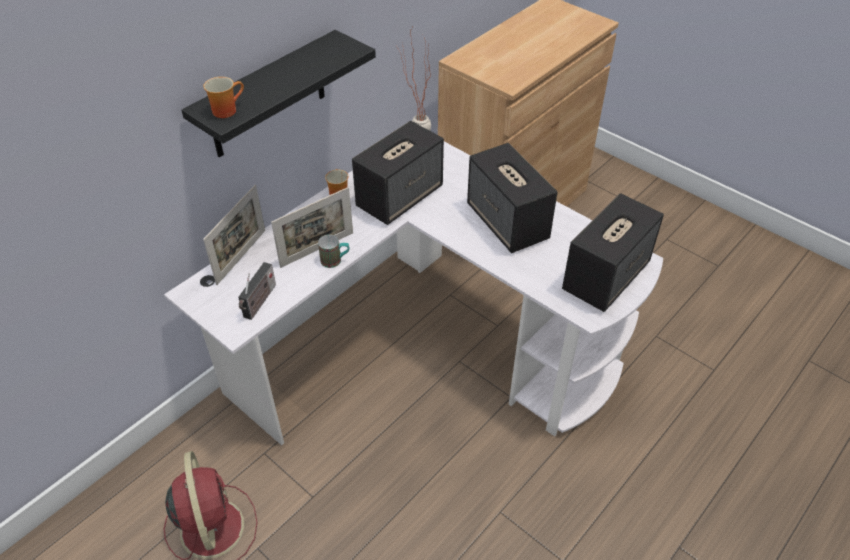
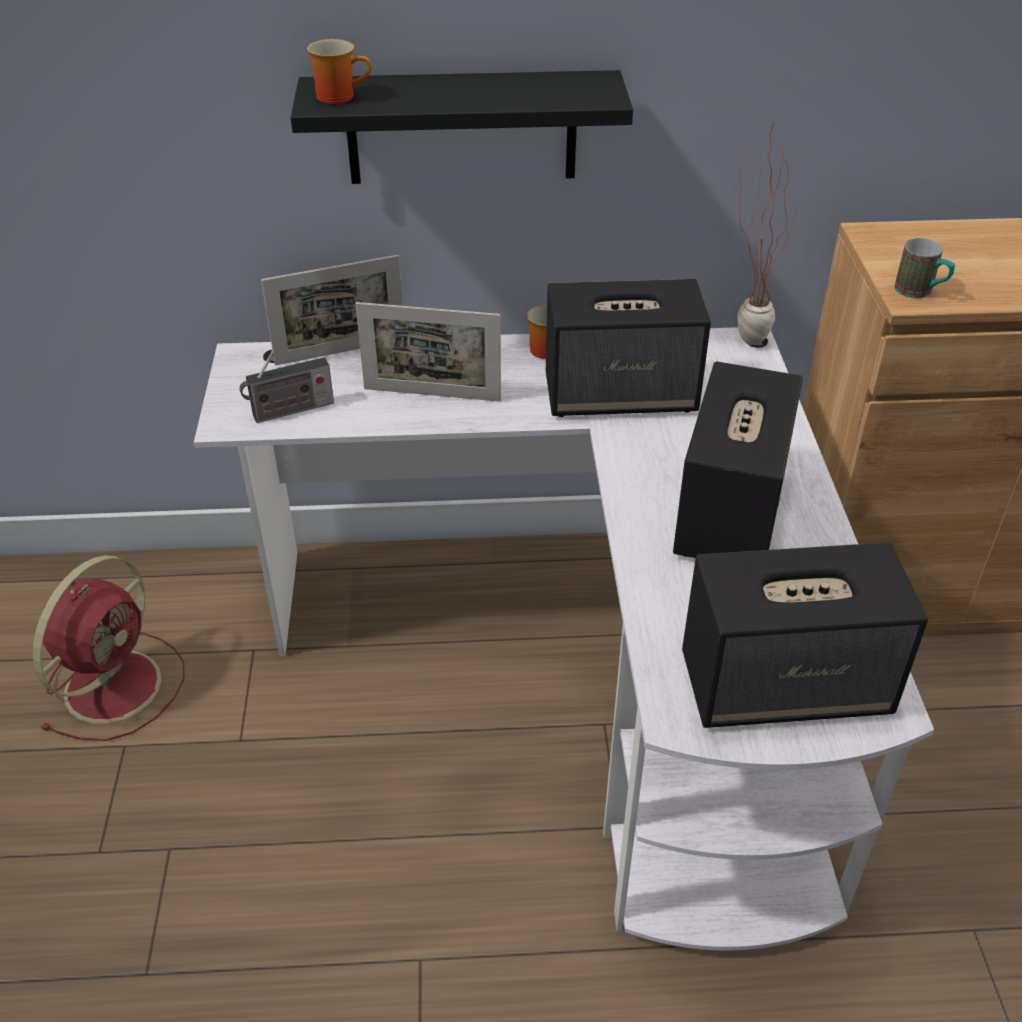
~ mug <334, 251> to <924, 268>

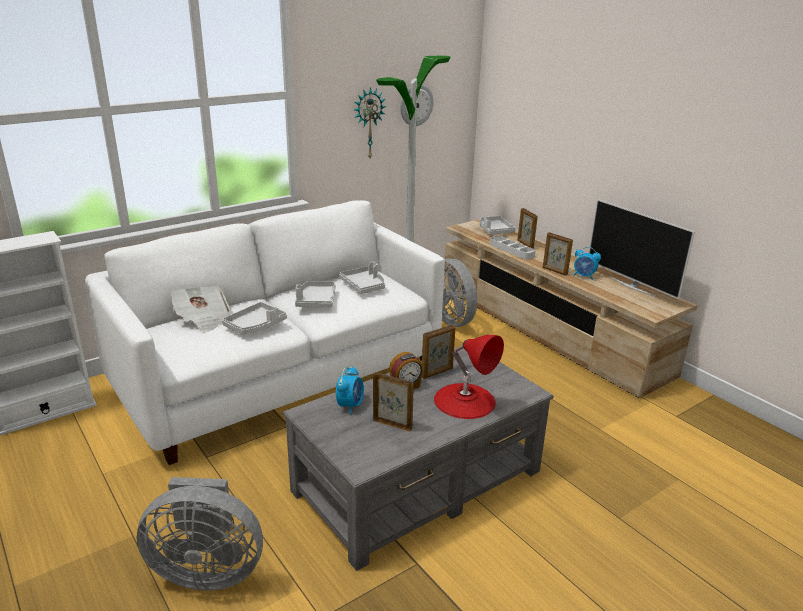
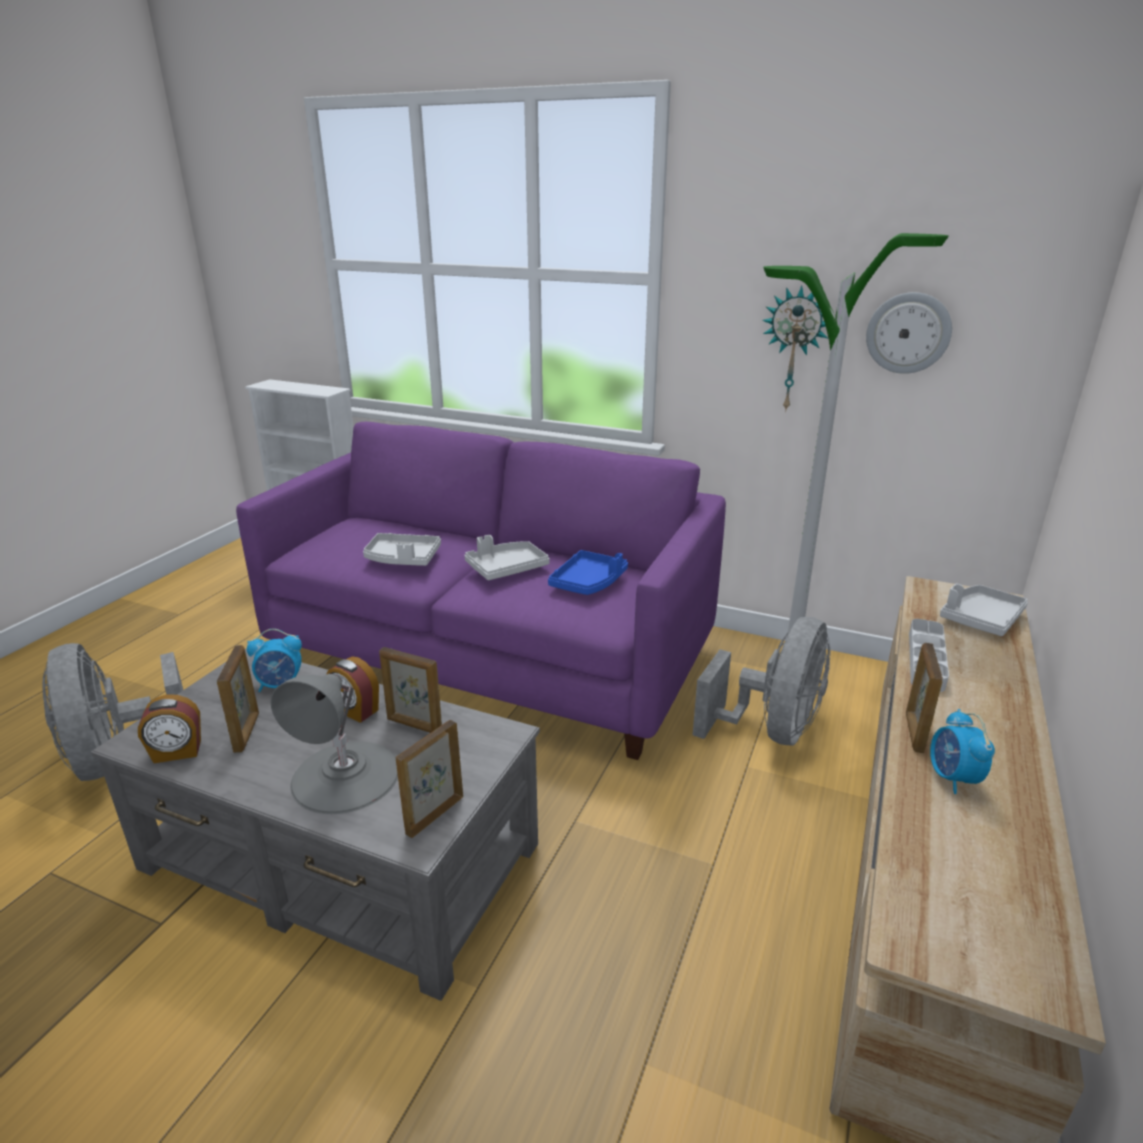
- television <642, 249>
~ white_sofa <265, 332> to purple_sofa <481, 591>
~ picture_frame <527, 228> to <429, 779>
~ grey_tray <362, 278> to blue_tray <588, 572>
- newspaper <200, 309>
~ red_table_lamp <469, 377> to grey_table_lamp <334, 744>
+ alarm_clock <169, 729>

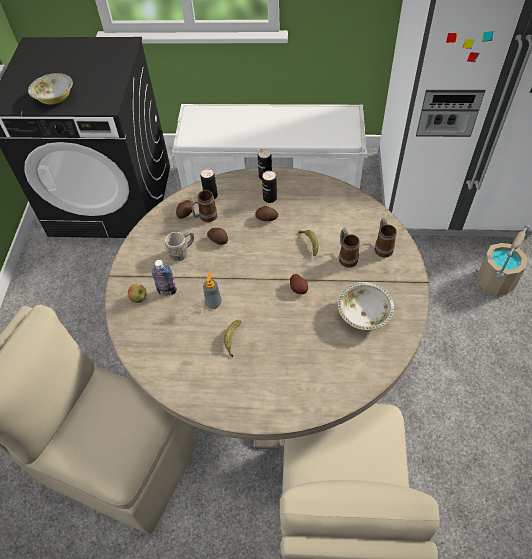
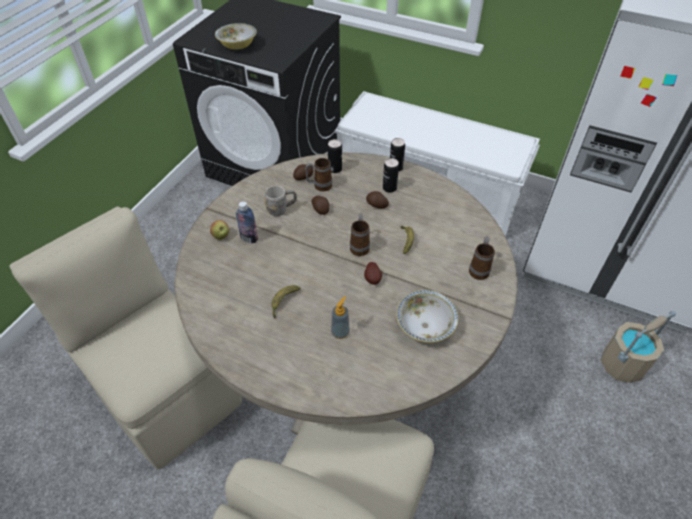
~ mug <349, 248> to <360, 235>
~ soap_dispenser <212, 290> to <340, 317>

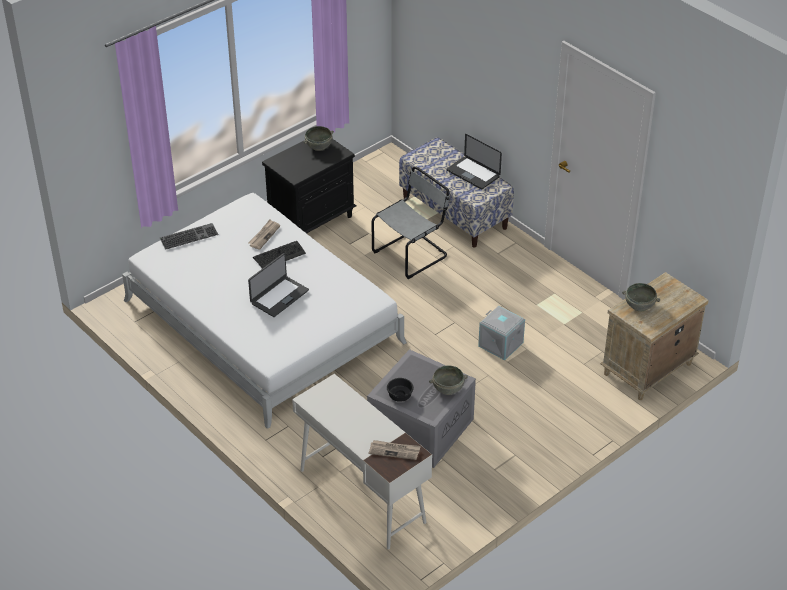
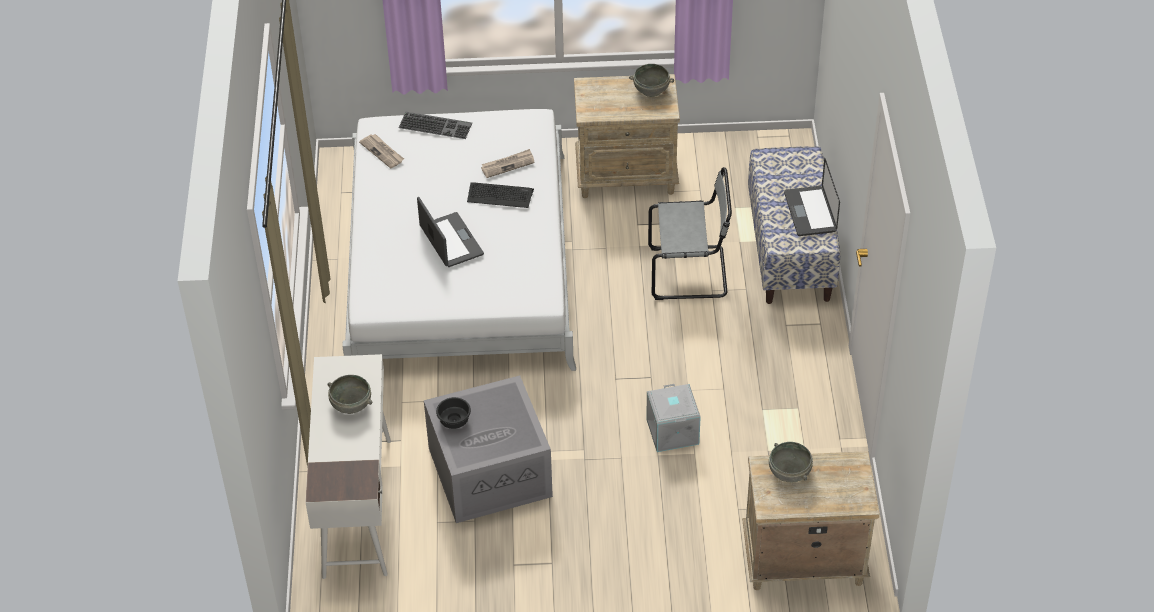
~ black_nightstand <309, 186> to beige_nightstand <627, 136>
~ laptop <278, 285> = <450, 232> 105 degrees counterclockwise
~ grey_bowl <448, 380> to <350, 394>
~ newspaper <395, 450> to <381, 151>

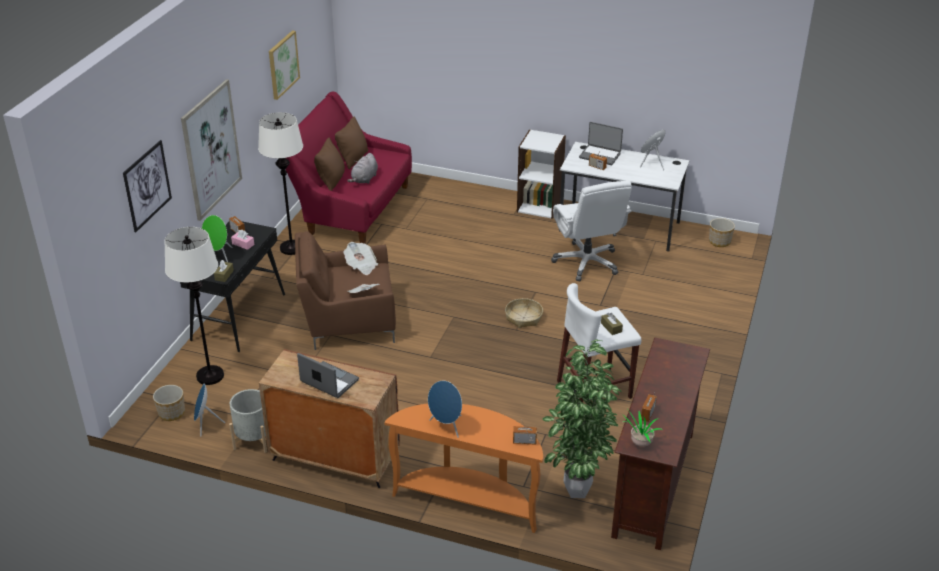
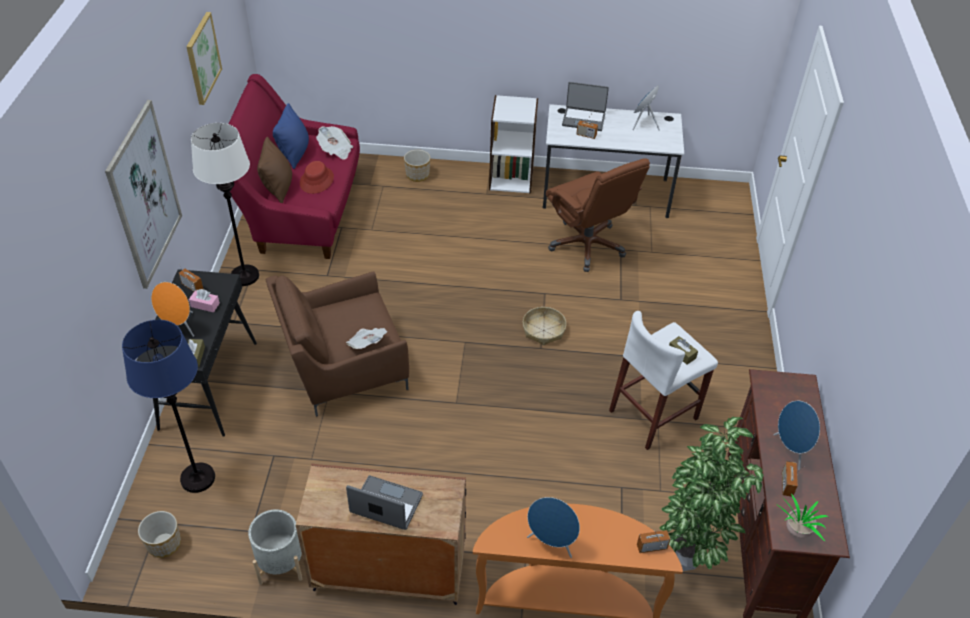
~ brown_pillow <351, 143> to blue_pillow <291, 136>
- picture <147, 186>
~ grey_plush_toy <362, 168> to red_hat <317, 177>
~ white_office_chair <591, 231> to brown_office_chair <598, 215>
~ green_speaker <217, 238> to orange_speaker <172, 309>
~ planter <722, 232> to <417, 166>
~ white_floor_lamp <194, 306> to blue_floor_lamp <168, 406>
~ newspaper <360, 258> to <334, 143>
~ blue_speaker <209, 410> to <797, 435>

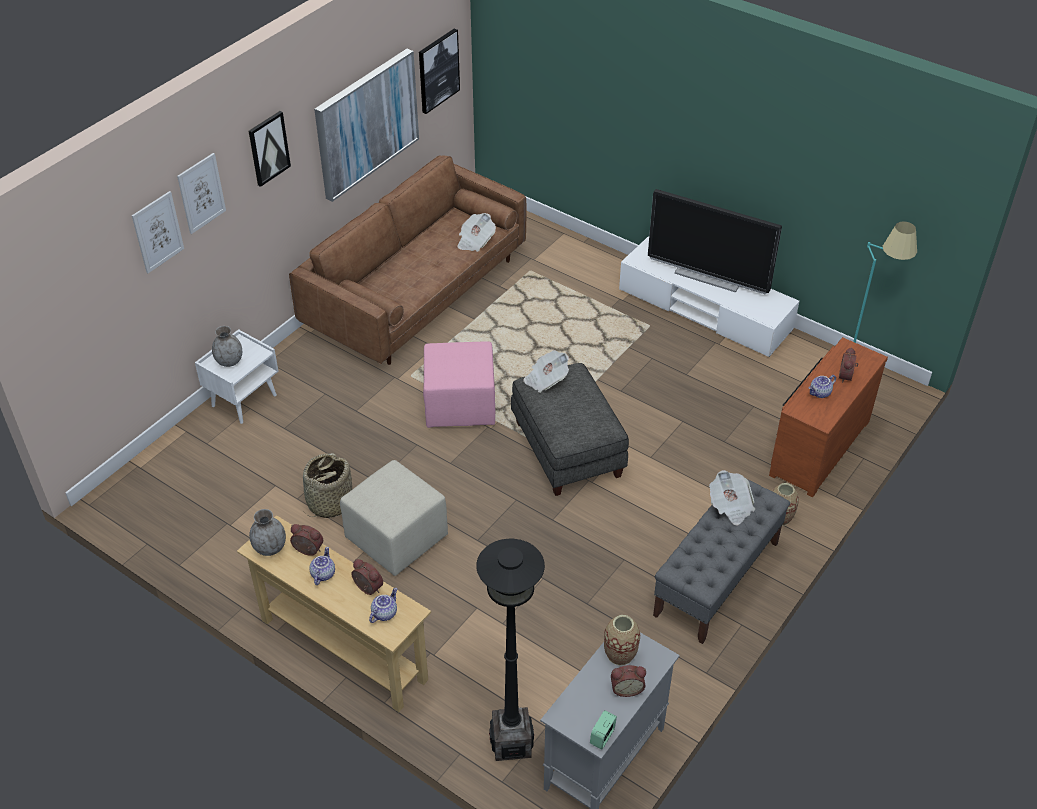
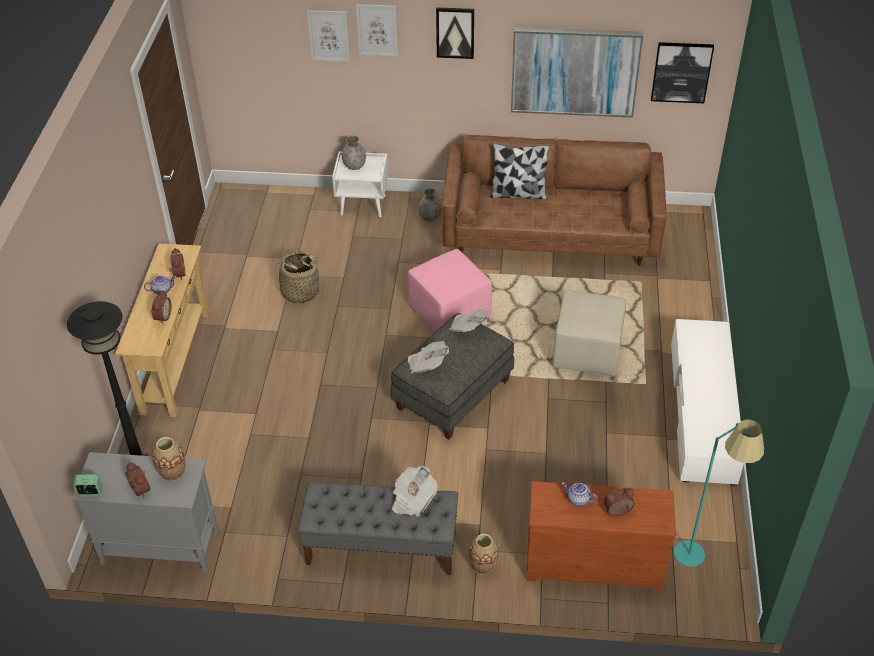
- television <715, 241>
~ newspaper <476, 232> to <428, 357>
~ beige_ottoman <394, 518> to <589, 333>
~ grey_vase <267, 532> to <430, 205>
- teapot <383, 605>
+ pillow <520, 171>

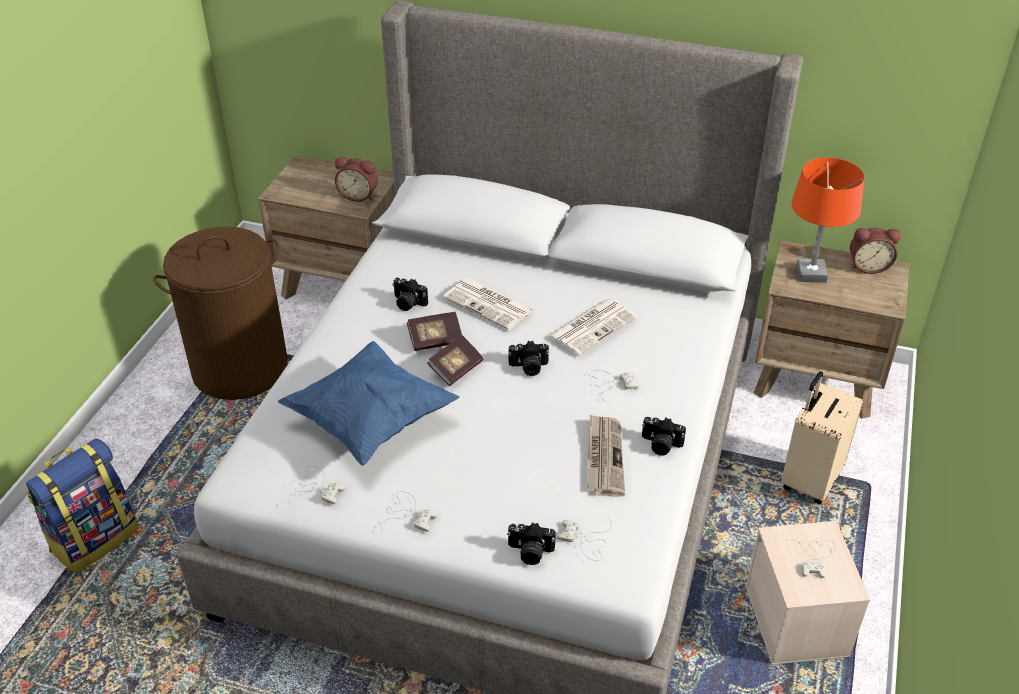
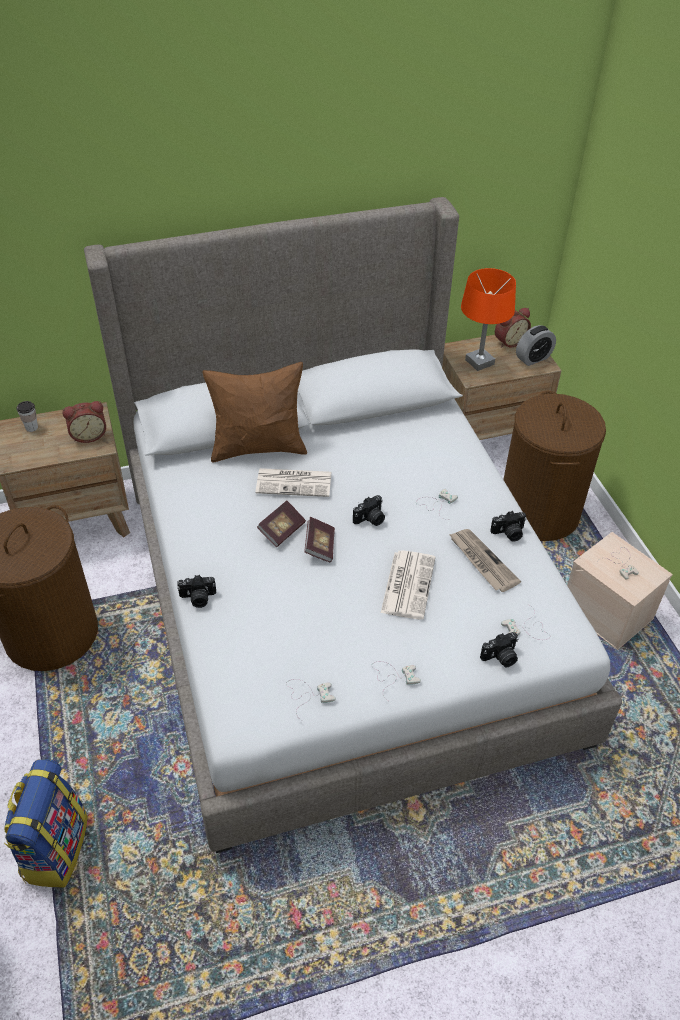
~ photo_camera <410, 294> to <196, 591>
~ newspaper <592, 327> to <408, 585>
- blue_pillow <368, 403>
~ beige_suitcase <822, 437> to brown_laundry_basket <554, 466>
+ alarm_clock <536, 345>
+ brown_pillow <255, 412>
+ cup <27, 416>

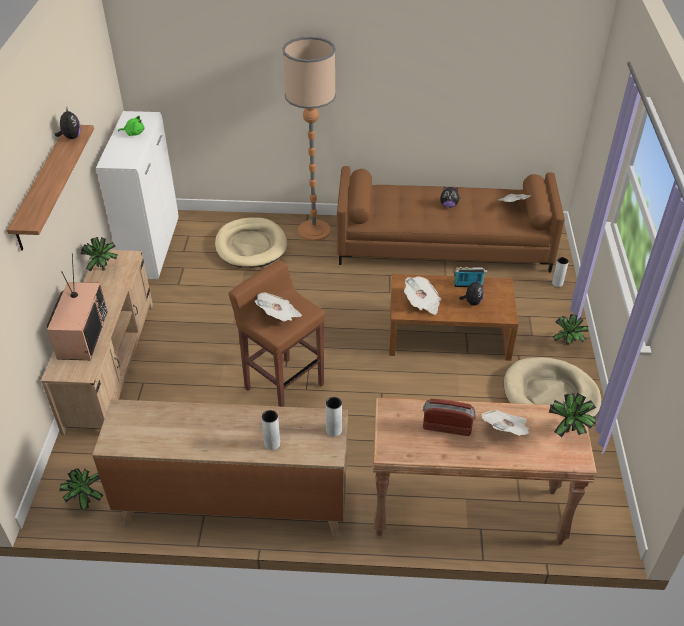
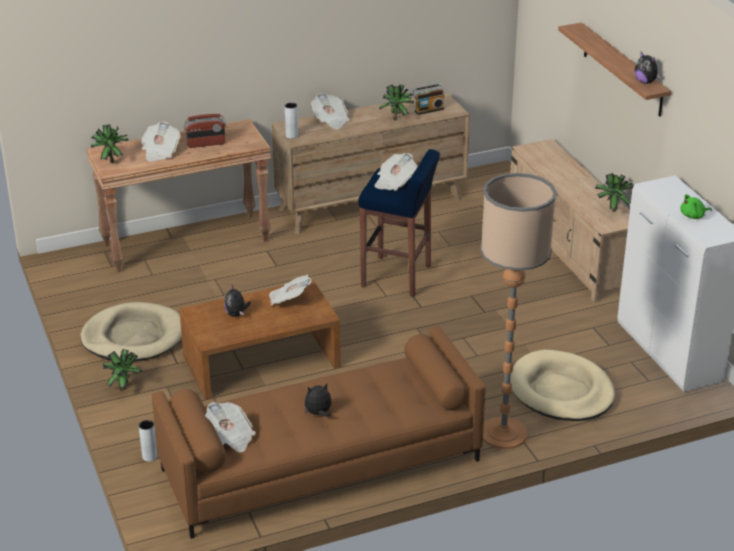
- television <77, 306>
~ brown_stool <276, 334> to blue_stool <399, 223>
~ radio <470, 277> to <429, 99>
~ grey_vase <271, 430> to newspaper <330, 111>
~ potted_plant <81, 489> to <396, 102>

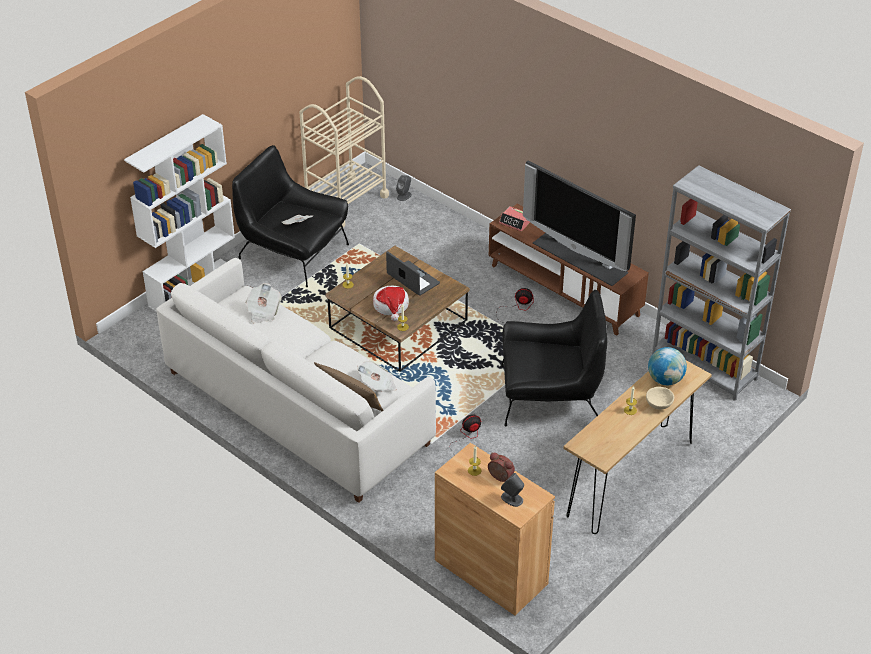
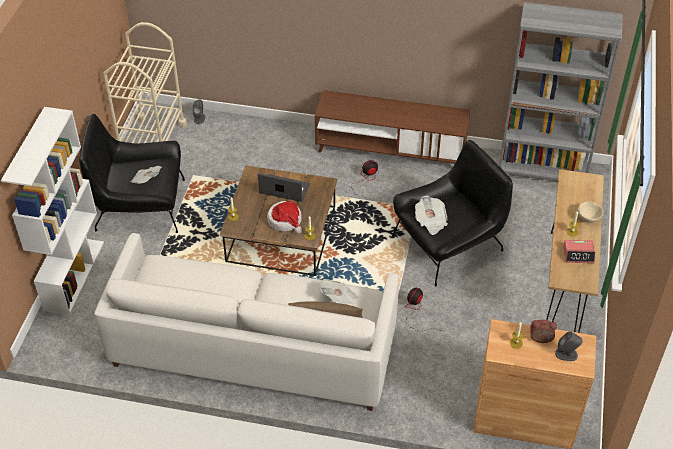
- television <579, 223>
~ alarm_clock <514, 219> to <579, 251>
~ newspaper <264, 303> to <431, 215>
- globe <667, 366>

